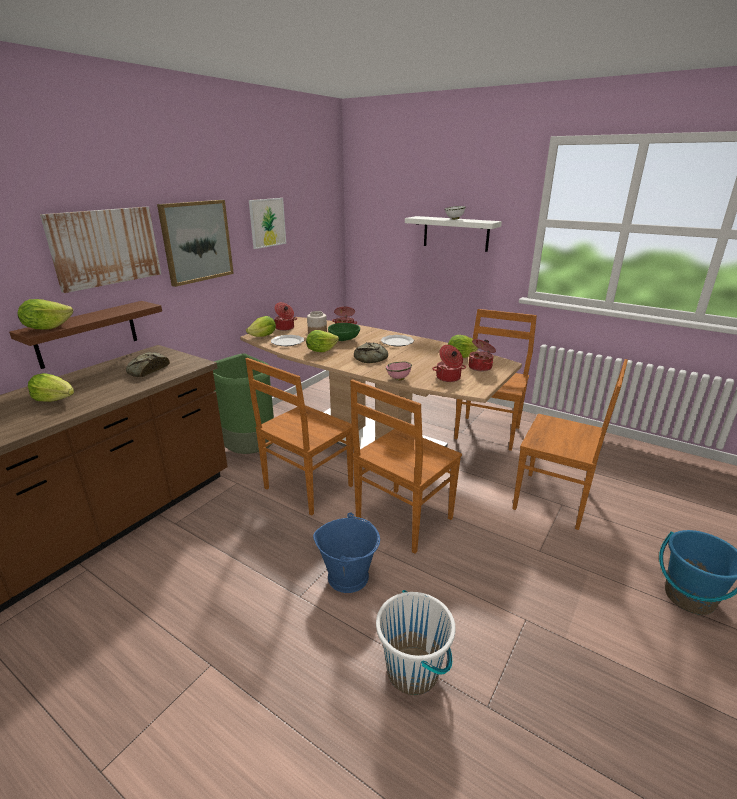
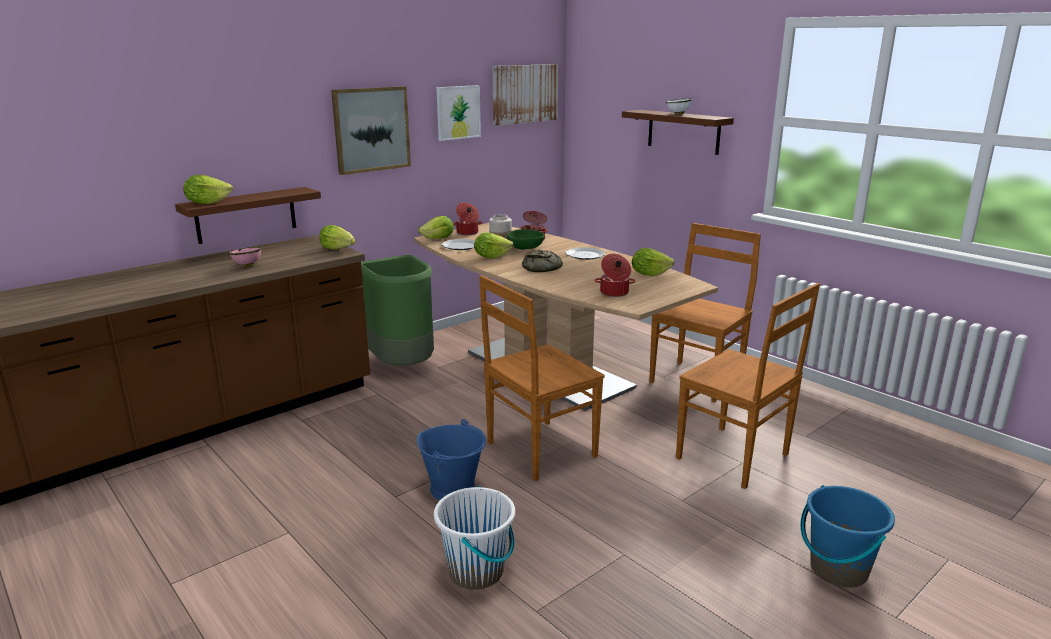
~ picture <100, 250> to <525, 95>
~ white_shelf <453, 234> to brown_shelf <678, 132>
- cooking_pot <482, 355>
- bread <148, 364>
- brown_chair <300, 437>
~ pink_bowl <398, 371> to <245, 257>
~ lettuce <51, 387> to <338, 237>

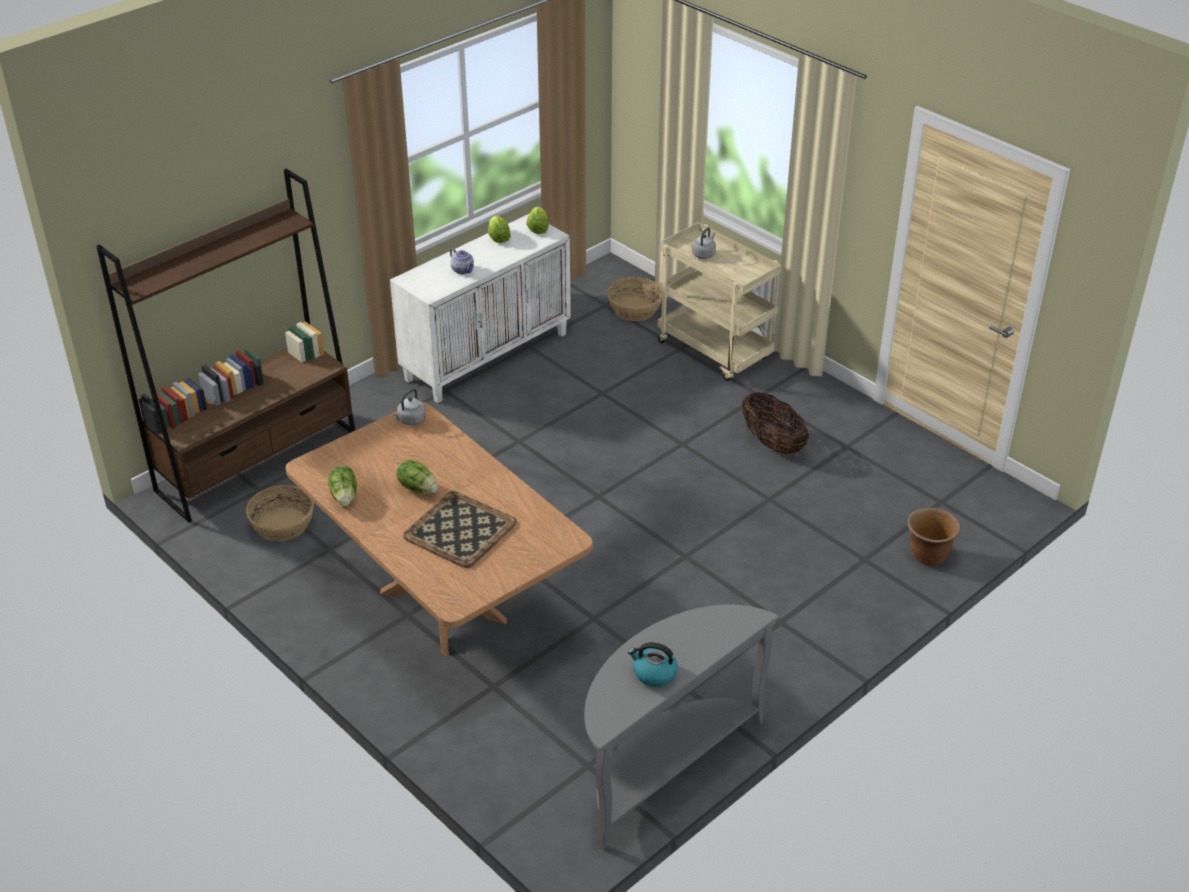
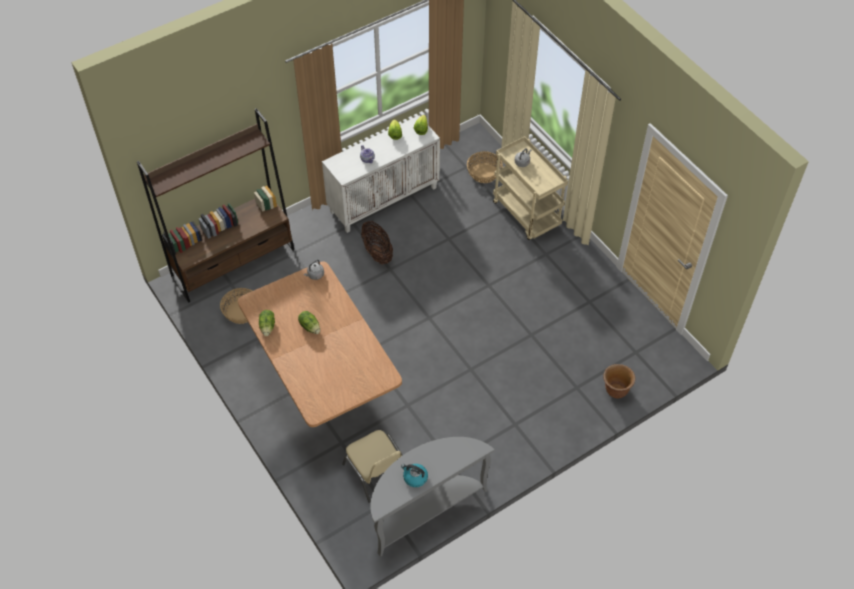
~ basket <775, 423> to <377, 243>
- tray <460, 529>
+ beige_chair <372, 466>

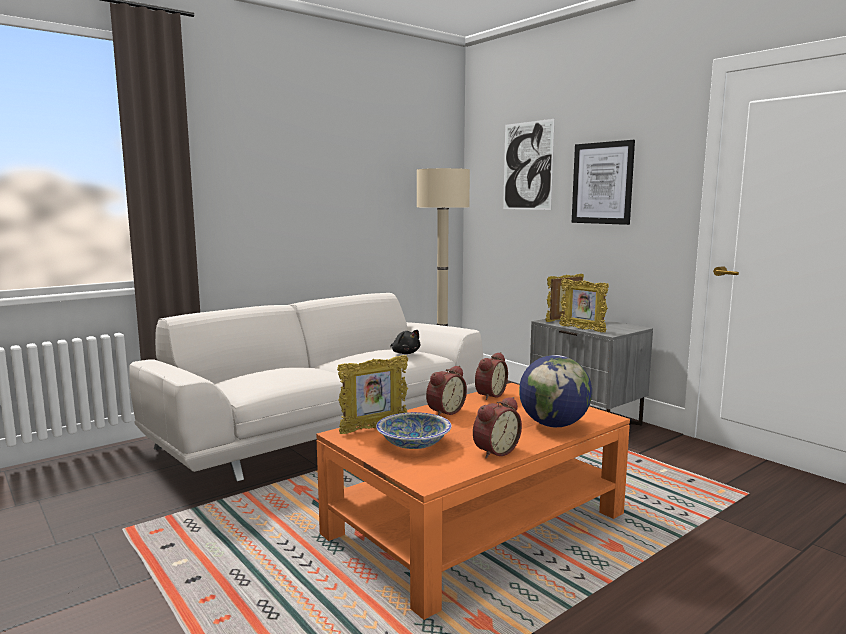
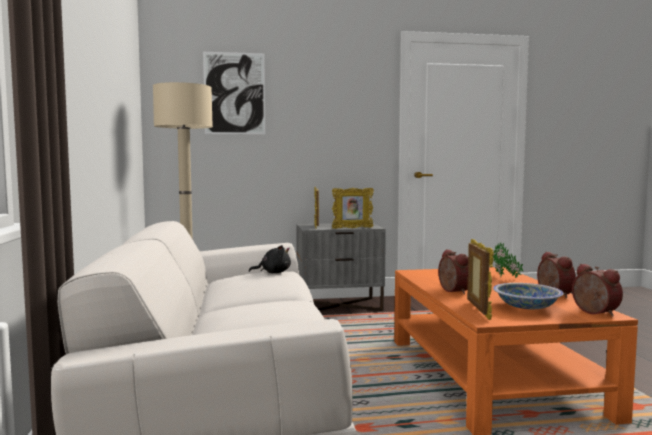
- picture <603, 182>
~ alarm_clock <491, 376> to <597, 290>
~ globe <555, 391> to potted_plant <508, 260>

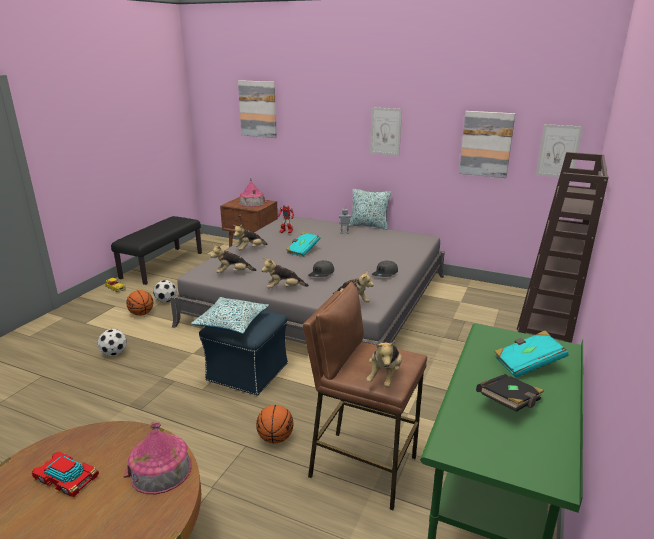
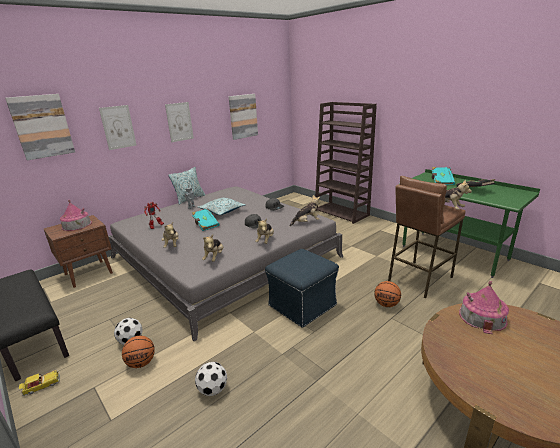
~ picture <559, 150> to <117, 127>
~ pillow <230, 315> to <222, 206>
- toy_car <65, 474>

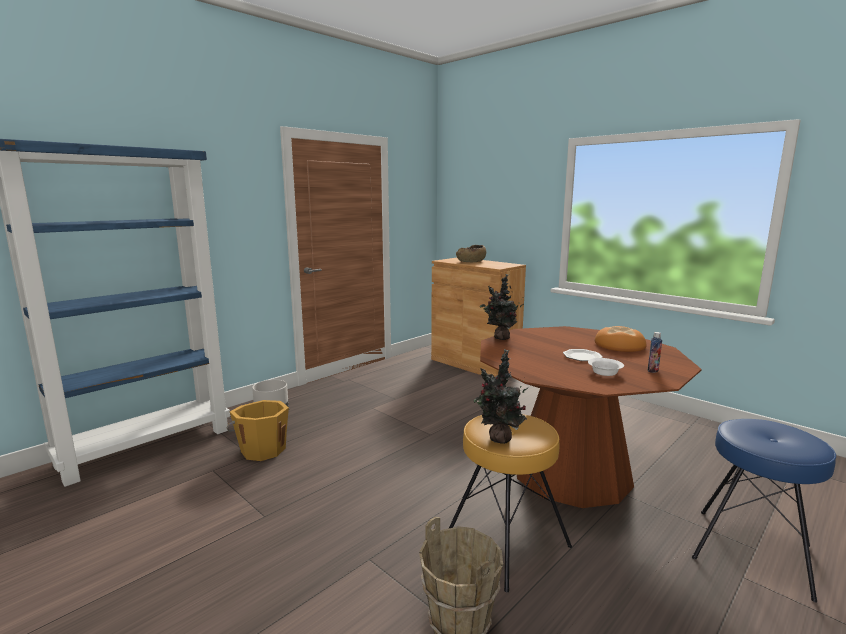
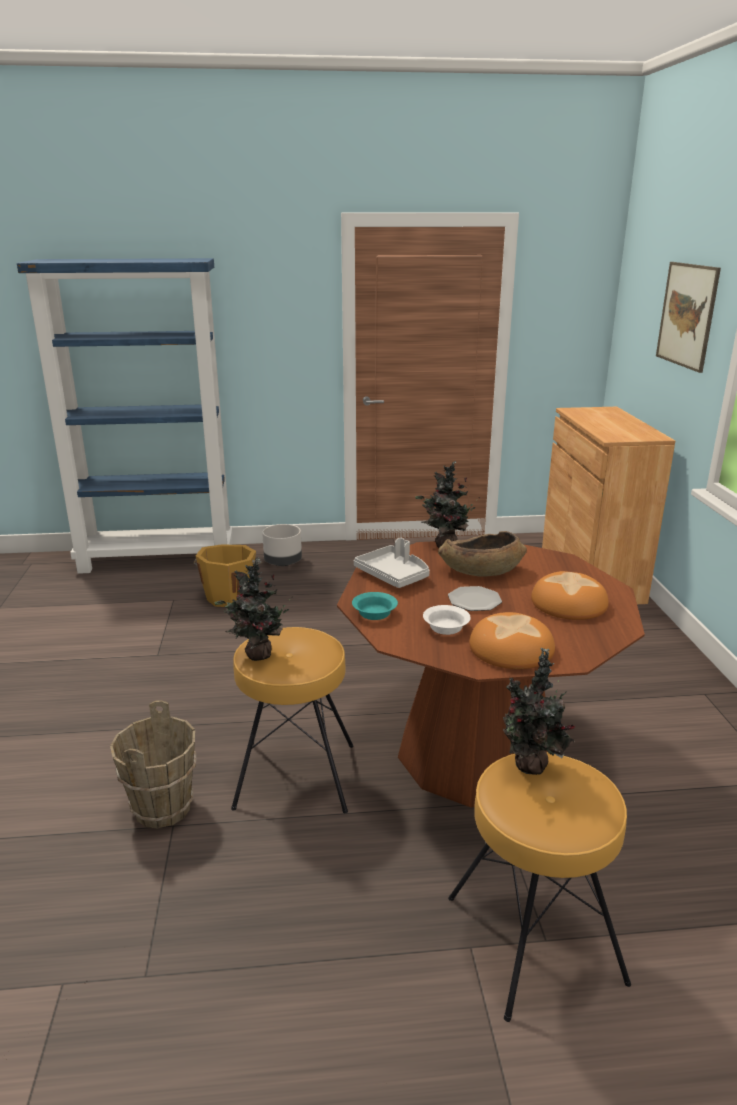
~ brown_bowl <471, 253> to <482, 554>
~ bottle <655, 352> to bread <512, 640>
~ blue_stool <764, 511> to brown_stool <539, 887>
+ picture <688, 317>
+ grey_tray <392, 563>
+ turquoise_bowl <375, 606>
+ potted_plant <539, 711>

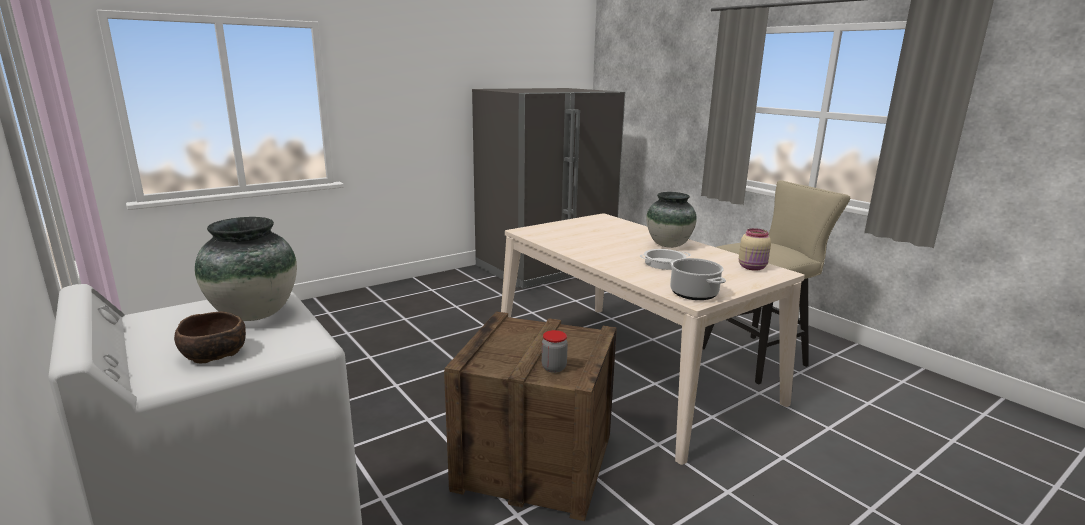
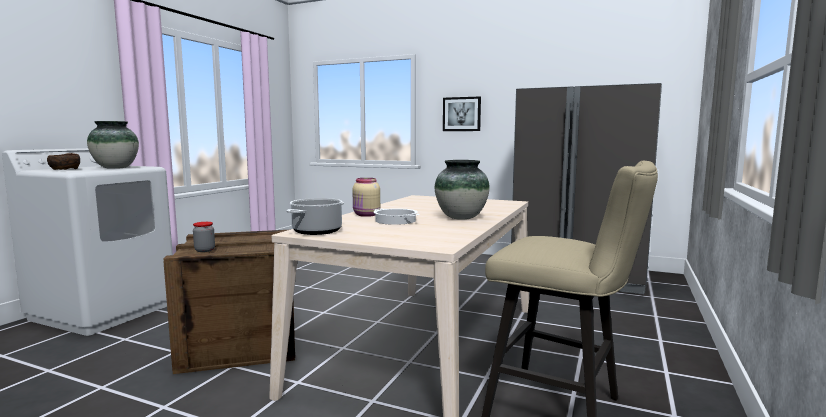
~ beige_jar <755, 249> to <366, 197>
+ picture <462, 113>

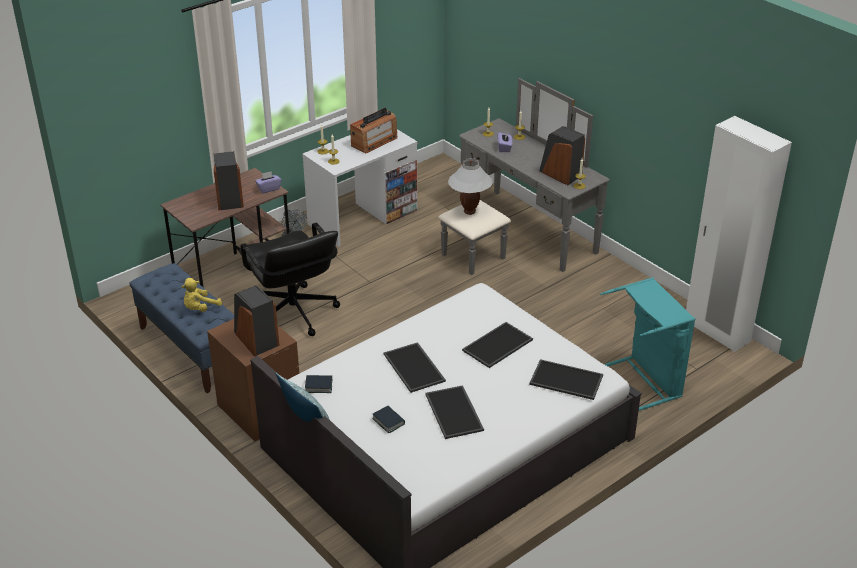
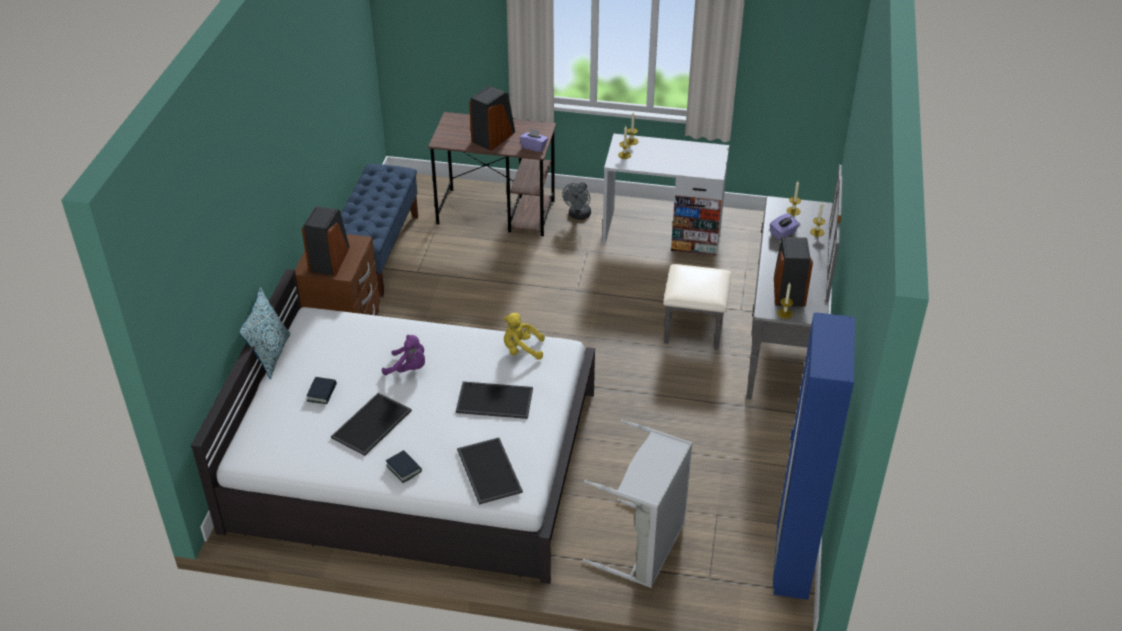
- radio <374, 130>
~ white_wardrobe <739, 234> to blue_wardrobe <814, 456>
- white_table_lamp <470, 186>
- black_office_chair <289, 279>
~ turquoise_laundry_basket <647, 344> to grey_laundry_basket <638, 504>
~ yellow_plush_toy <202, 295> to <524, 336>
~ tray <415, 367> to purple_plush_toy <403, 355>
~ book <318, 384> to <404, 466>

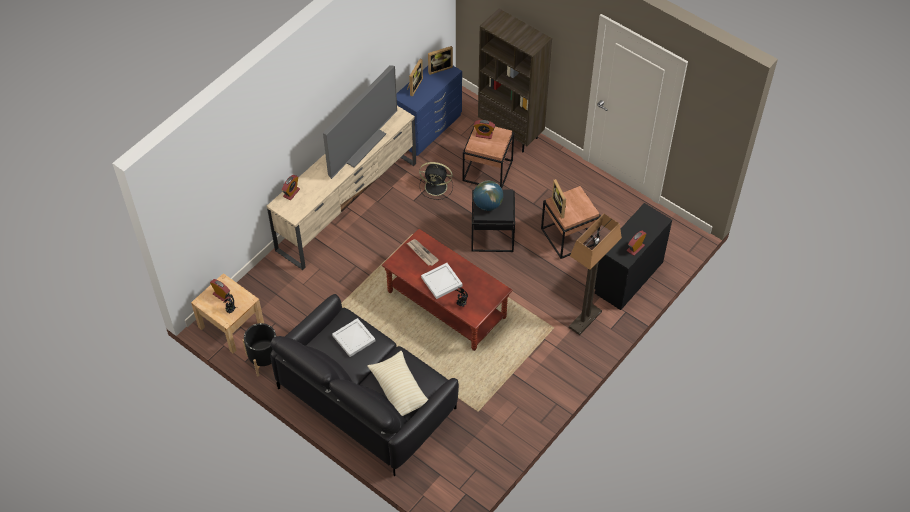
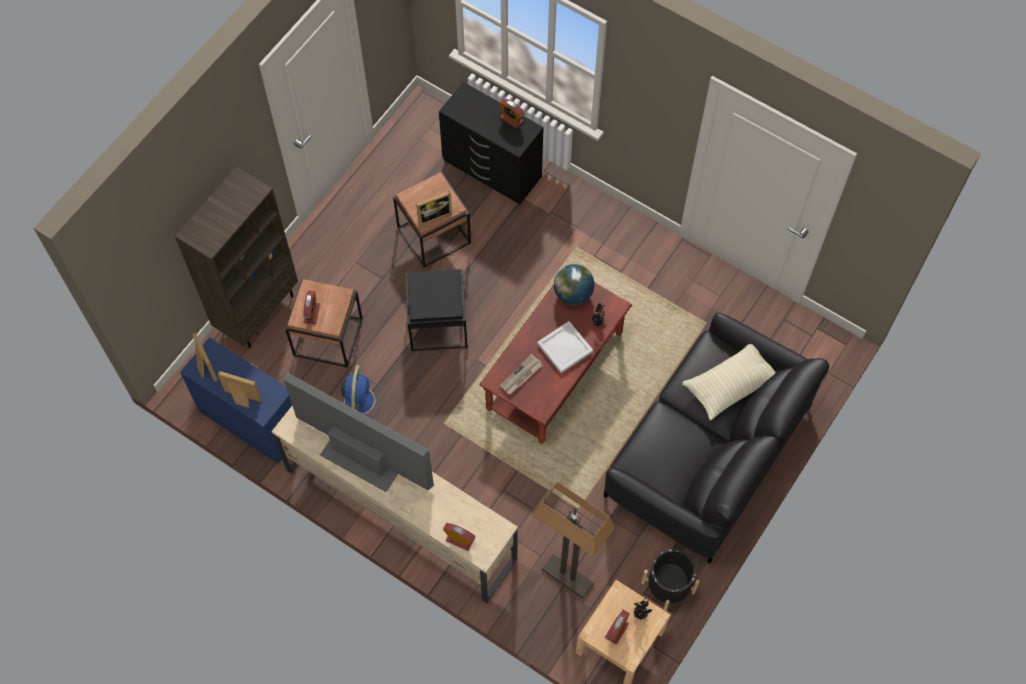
~ black_fan <436, 181> to blue_fan <359, 391>
~ globe <488, 196> to <574, 284>
~ floor_lamp <595, 274> to <574, 539>
- white_tray <353, 337>

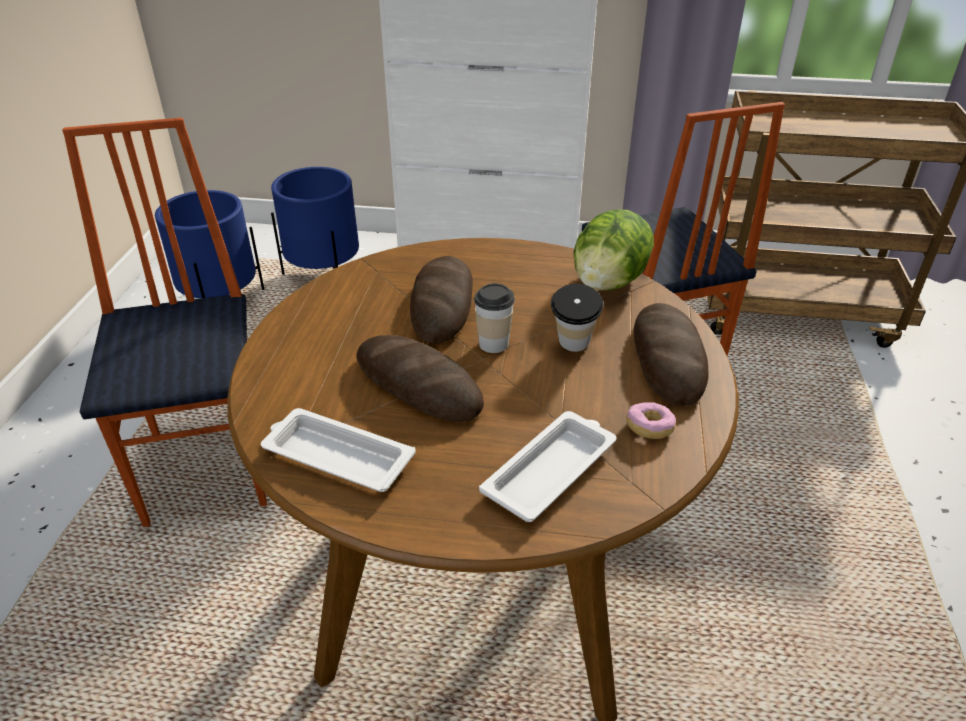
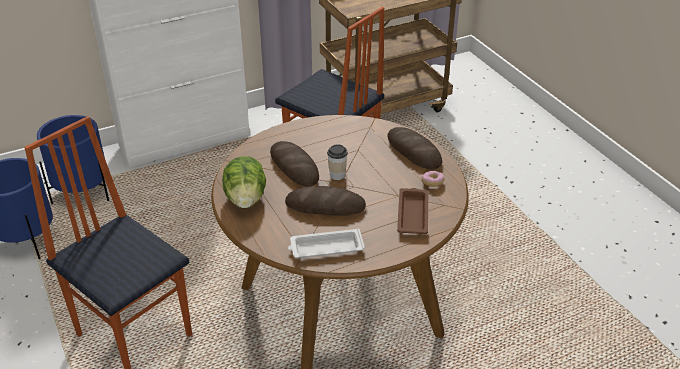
~ lettuce <613, 250> to <244, 182>
- cup <577, 318>
~ white_tray <548, 466> to brown_tray <412, 211>

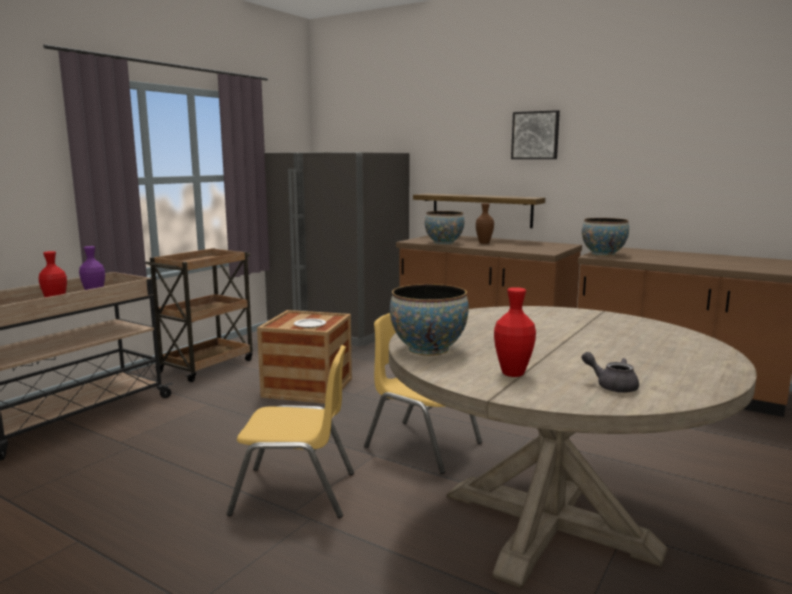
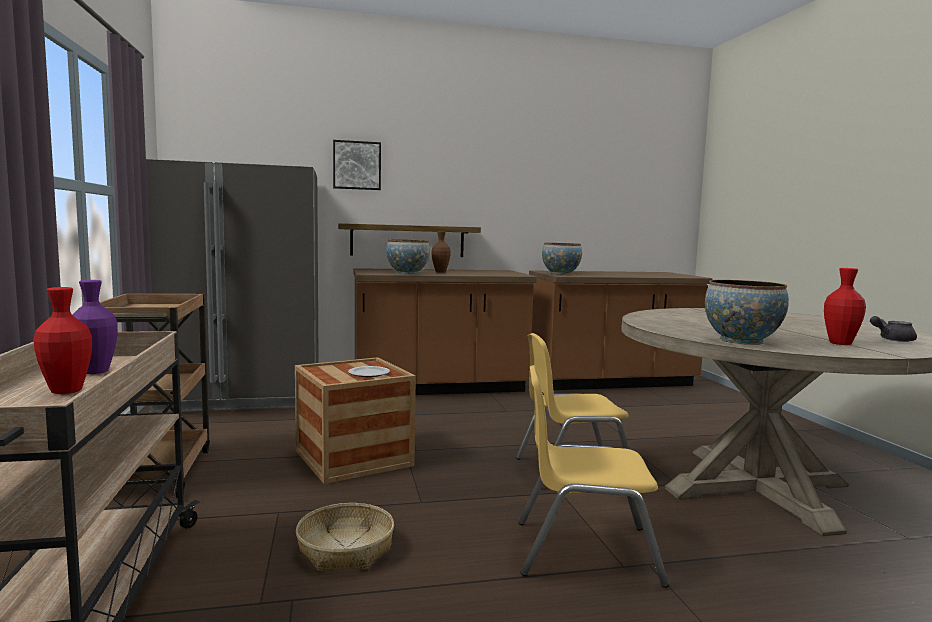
~ picture <535, 134> to <357, 165>
~ yellow_chair <290, 431> = <593, 476> 135 degrees counterclockwise
+ basket <345, 537>

